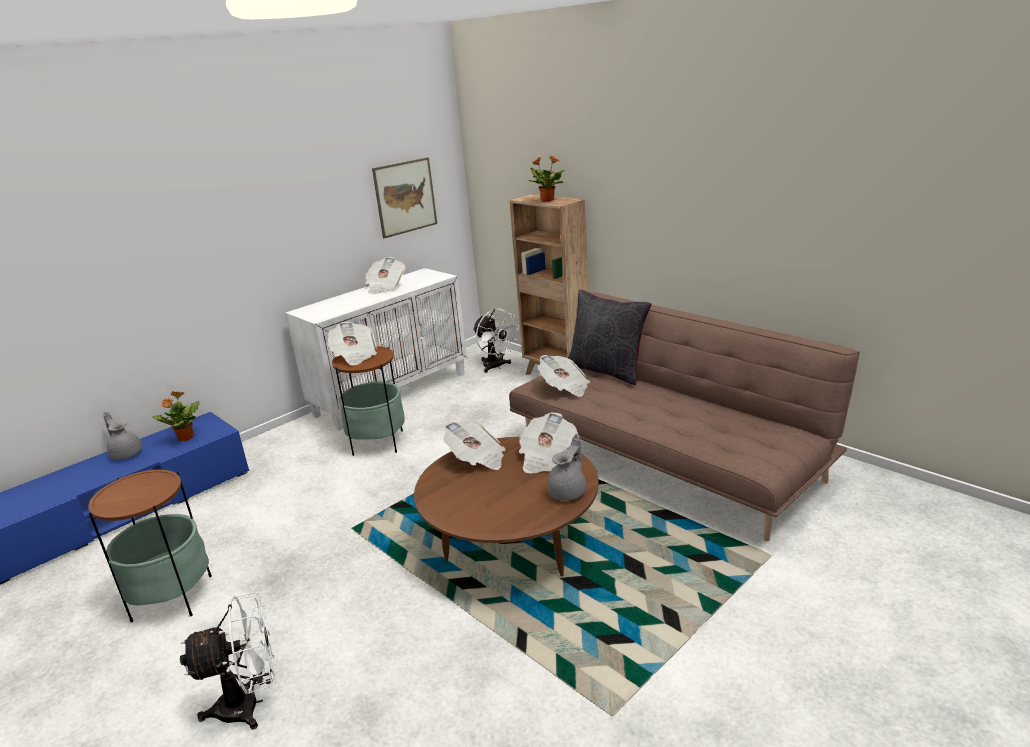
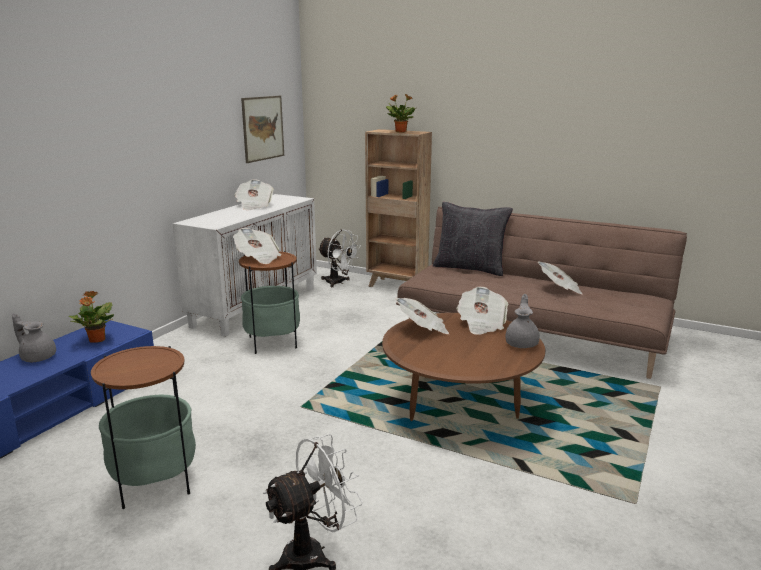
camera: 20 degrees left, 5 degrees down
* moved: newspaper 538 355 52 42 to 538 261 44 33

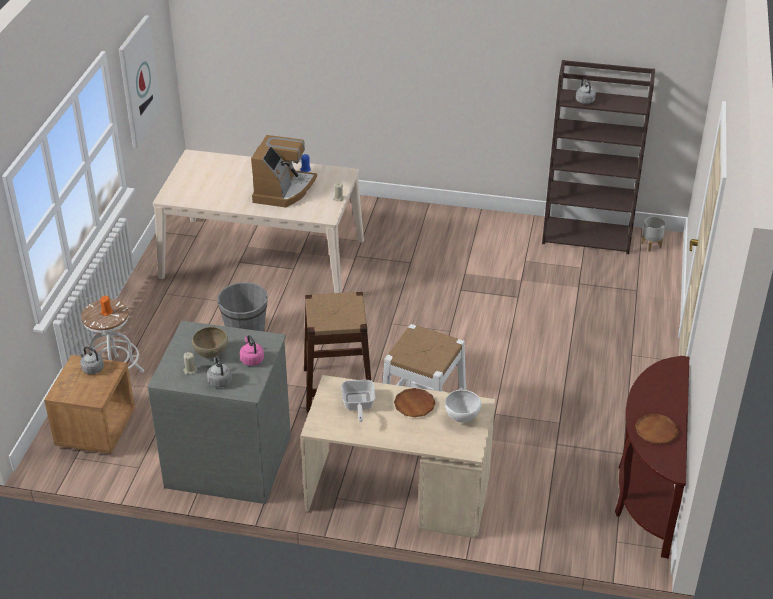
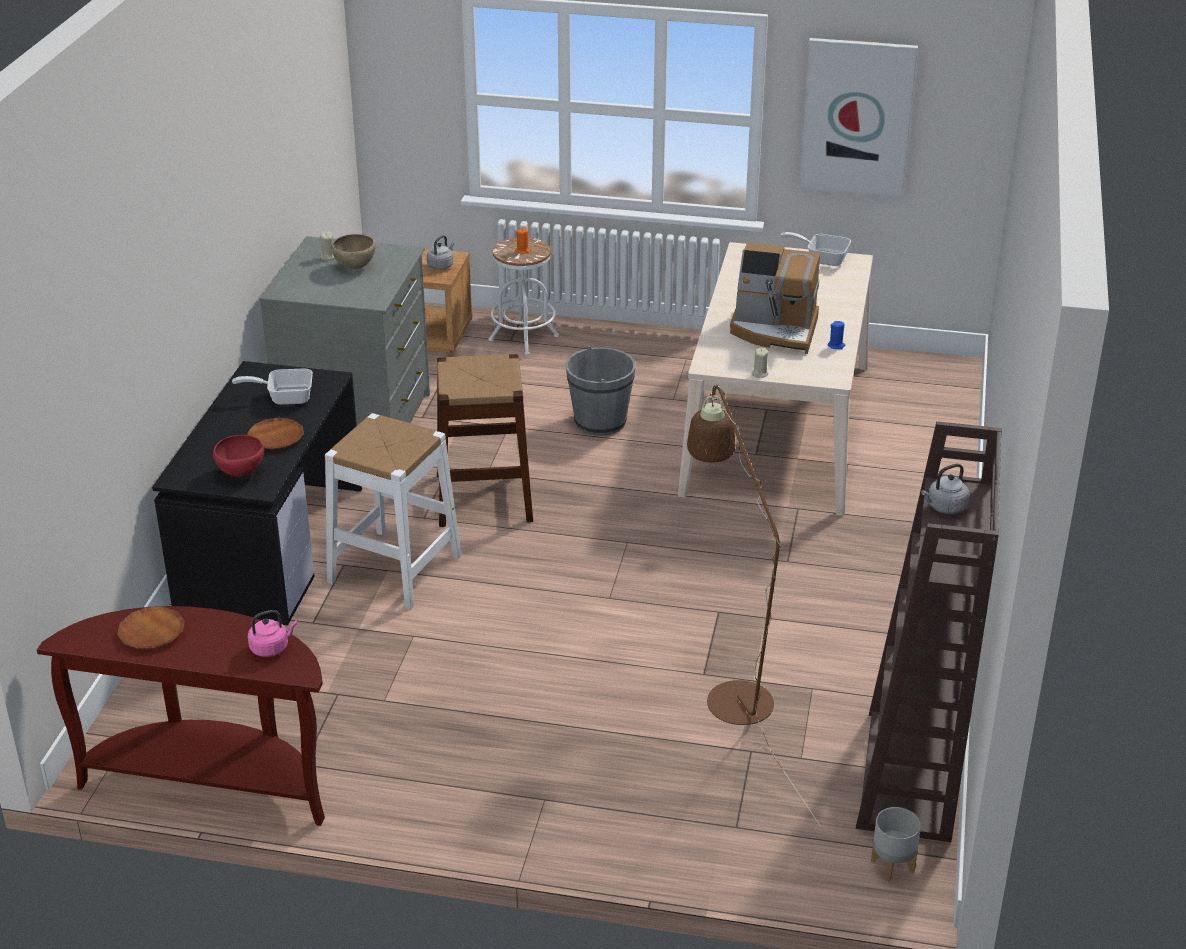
camera: 90 degrees right, 5 degrees down
* recoloured: desk in sand-coloured 300 375 195 164 to desk in black-coloured 152 361 210 264
* recoloured: deep dish in white 445 390 36 32 to deep dish in reddish 213 435 51 42
* moved: tea kettle in pink-coloured 240 335 24 31 to 248 610 50 47
* added: standard lamp in brown 687 385 134 442
* added: skillet 780 232 71 34
* removed: tea kettle in grey 207 356 25 32

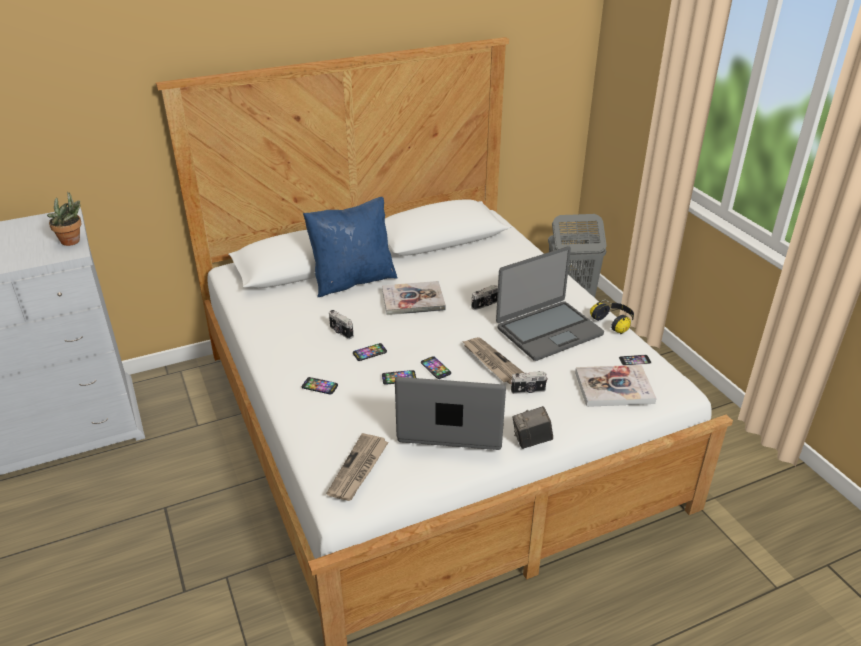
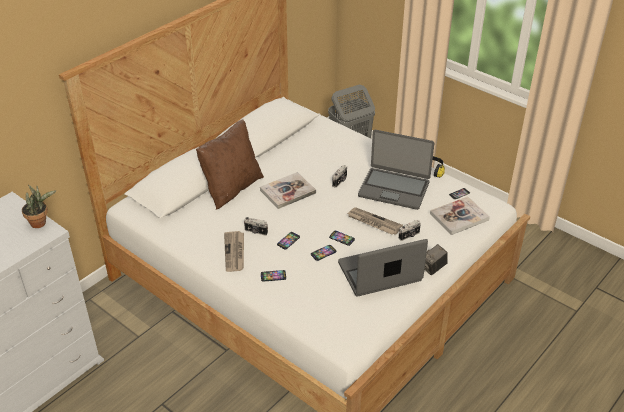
camera: 25 degrees left, 5 degrees up
* recoloured: cushion in blue-coloured 303 197 94 100 to cushion in brown 196 119 68 91
* moved: newspaper 326 433 63 68 to 224 231 20 41
* turned: laptop 496 246 108 115 = 358 130 76 80 75 degrees clockwise

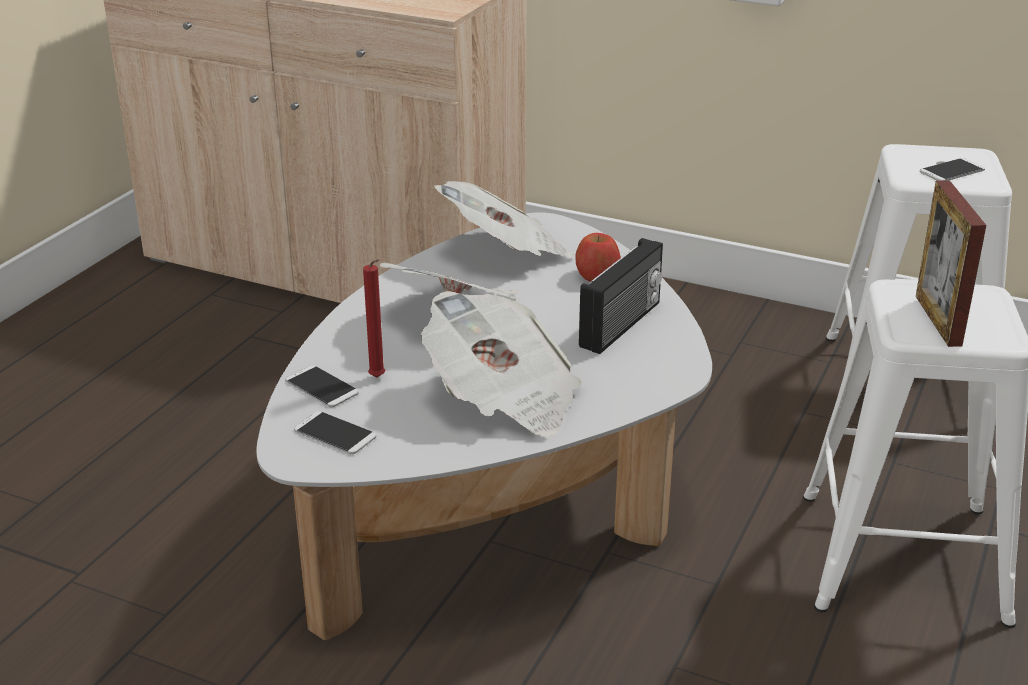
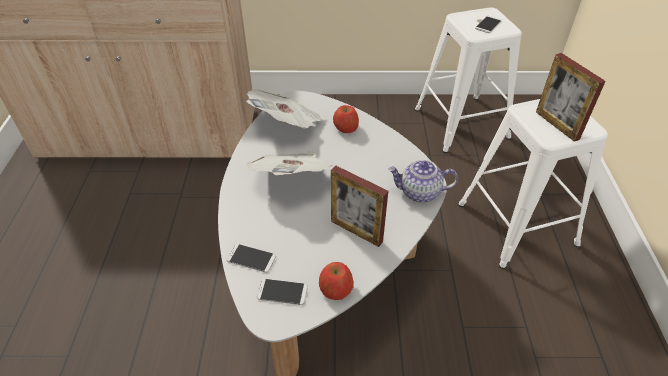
camera: 25 degrees left, 15 degrees up
* added: apple 319 262 35 38
* replaced: newspaper 421 291 161 146 to picture frame 331 166 57 81
* added: tea pot 388 160 70 43
* removed: candle in reddish 363 259 22 119
* removed: radio set 579 238 84 116

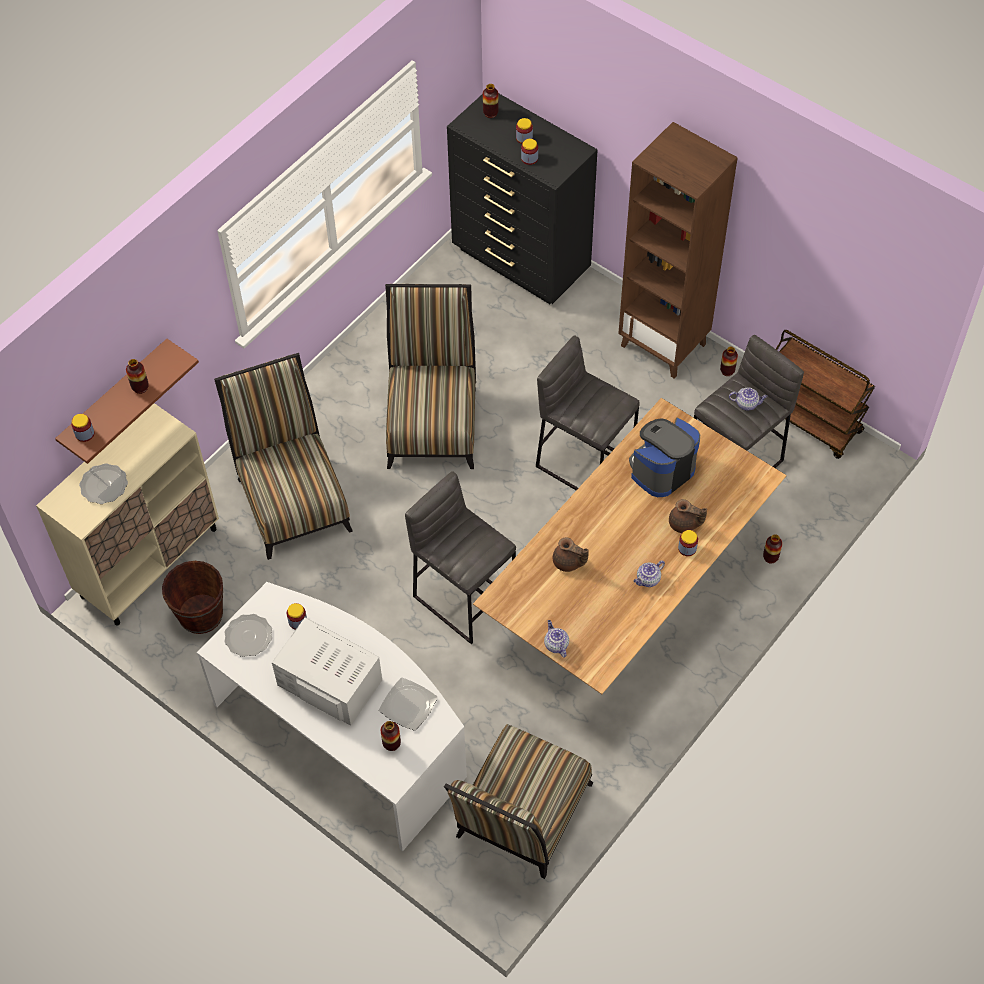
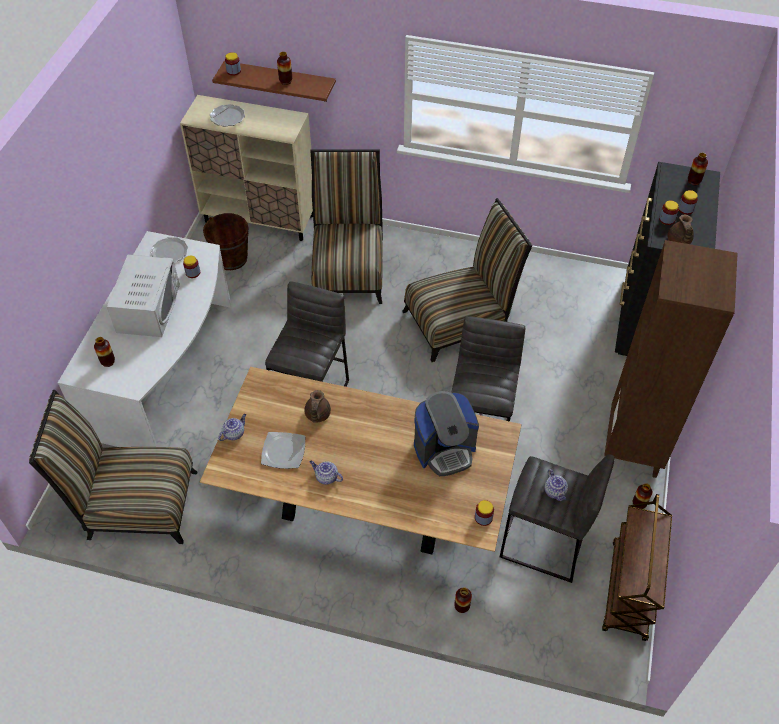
camera: 65 degrees right, 5 degrees down
* moved: flat dish 379 677 59 54 to 261 432 44 37
* turned: upright chair 214 353 139 207 = 310 150 73 154 45 degrees counterclockwise
* turned: coffee maker 629 418 71 79 = 414 391 65 85 135 degrees clockwise
* moved: preserve jar 678 530 20 26 to 475 500 19 26
* moved: tea pot in brown 669 499 38 34 to 667 215 27 29

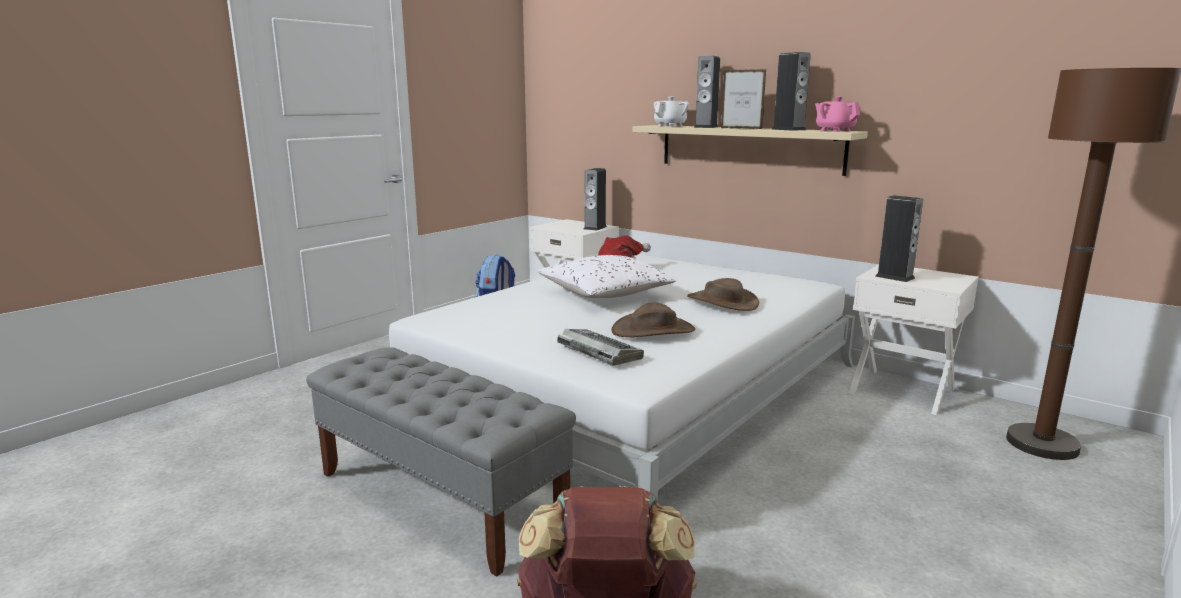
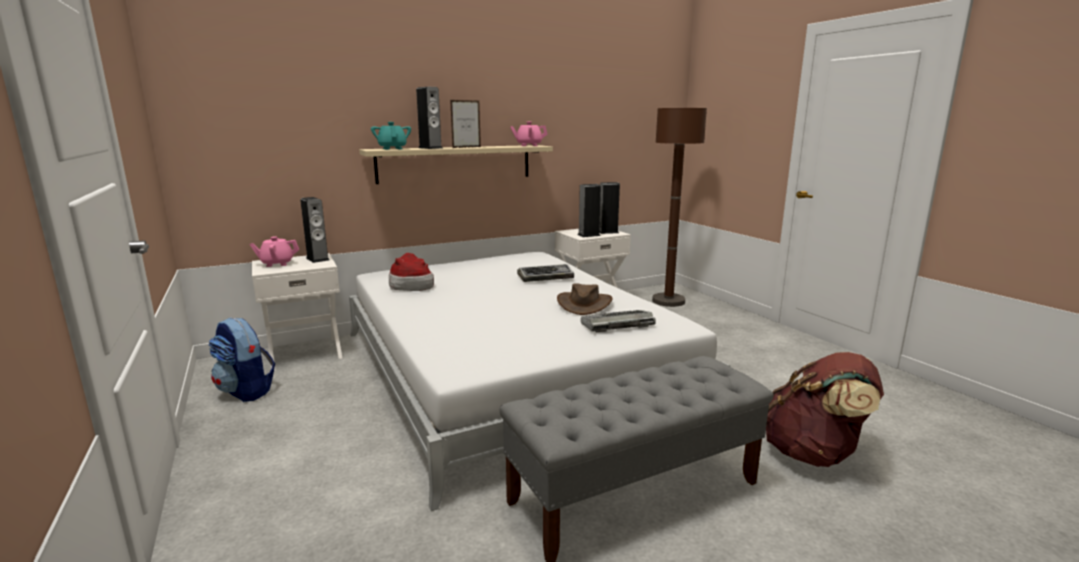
camera: 65 degrees left, 0 degrees up
* added: tea pot in pink-coloured 249 237 50 30
* recoloured: tea pot in white 654 96 35 31 to tea pot in blue-green 371 122 40 28
* replaced: clothing hat in brown 687 278 72 33 to computer keyboard 517 264 57 18
* moved: loudspeaker 772 52 39 79 to 599 182 21 52
* removed: cushion in white 538 255 138 43

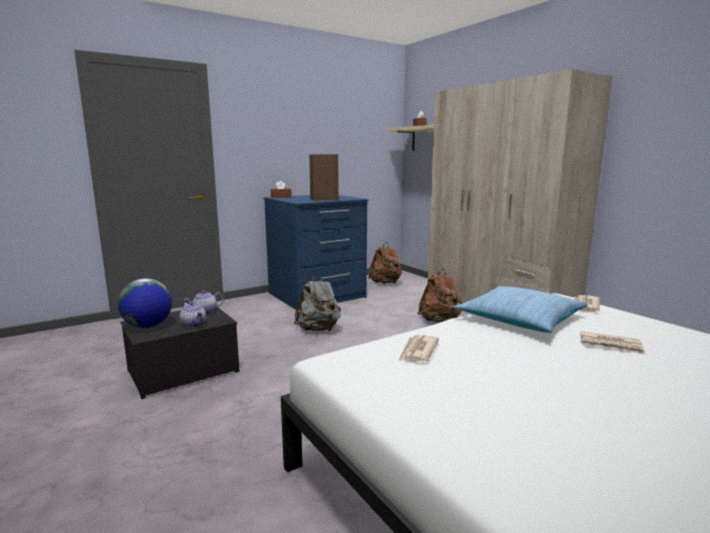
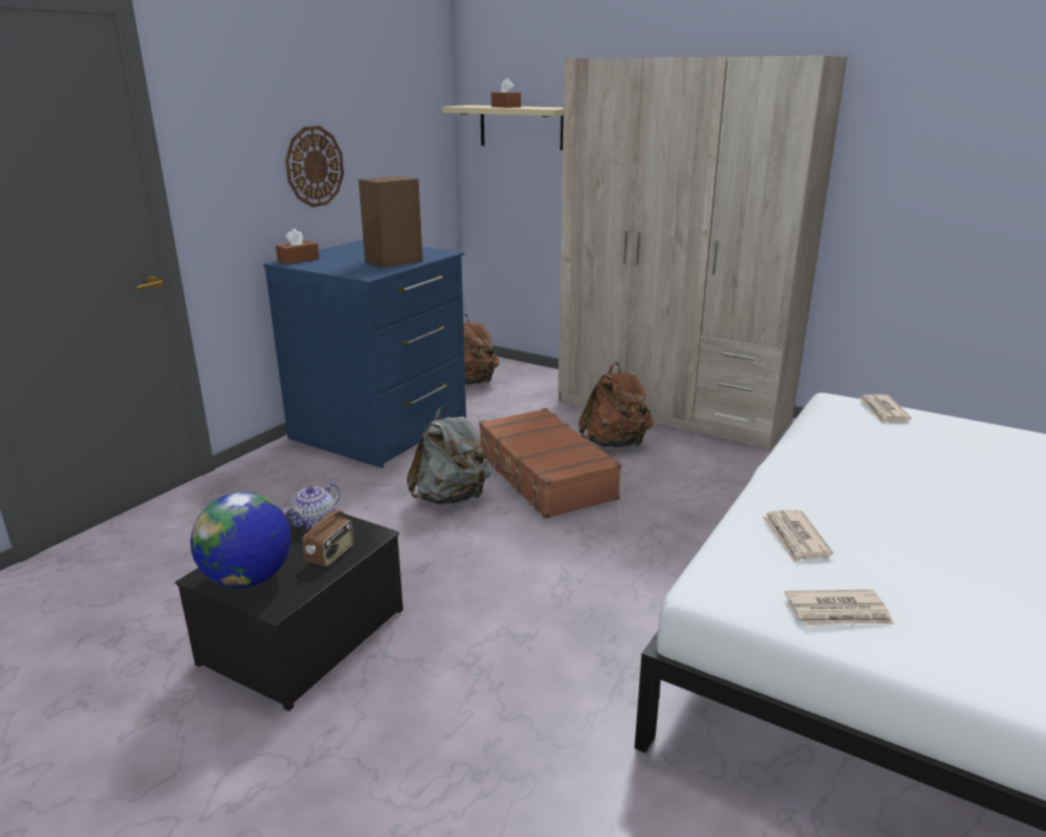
camera: 25 degrees left, 10 degrees up
* added: hanging clock 285 126 59 81
* replaced: tea pot 180 302 26 26 to radio set 302 498 52 69
* added: suitcase in brown 479 408 143 111
* moved: newspaper 580 331 66 24 to 785 590 109 36
* removed: cushion 454 286 133 47

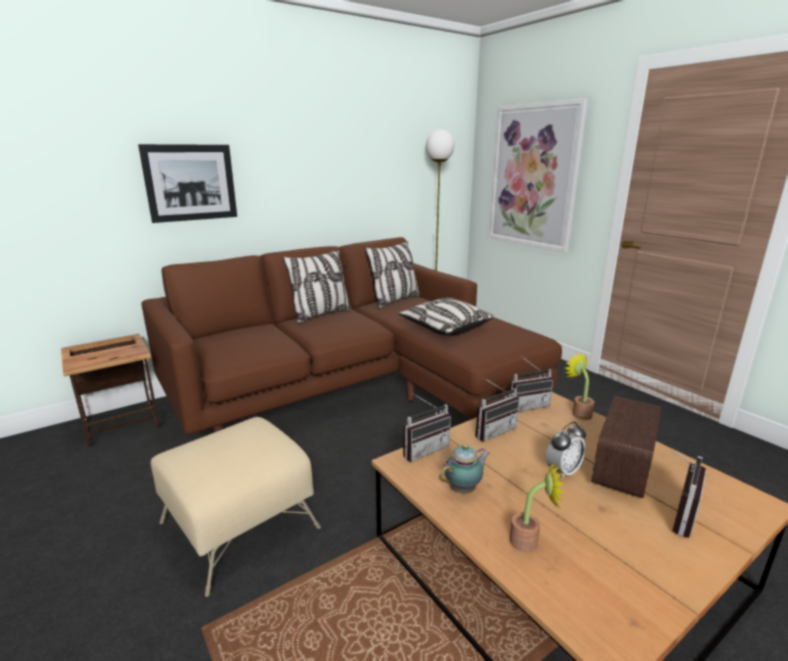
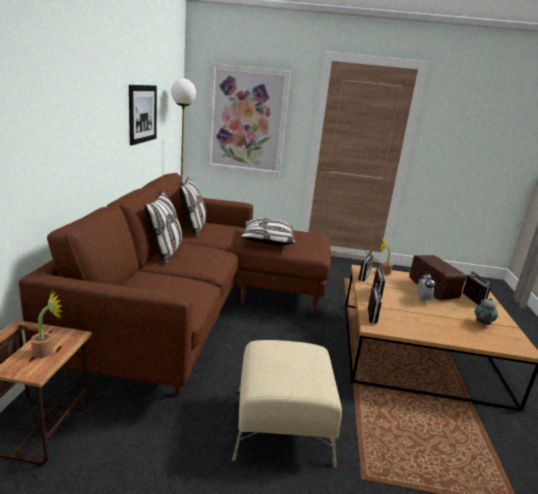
camera: 50 degrees left, 0 degrees up
* moved: potted plant 510 461 54 91 to 31 292 32 66
* moved: picture 138 144 99 79 to 129 85 28 60
* moved: tea pot 439 444 51 50 to 475 298 23 28

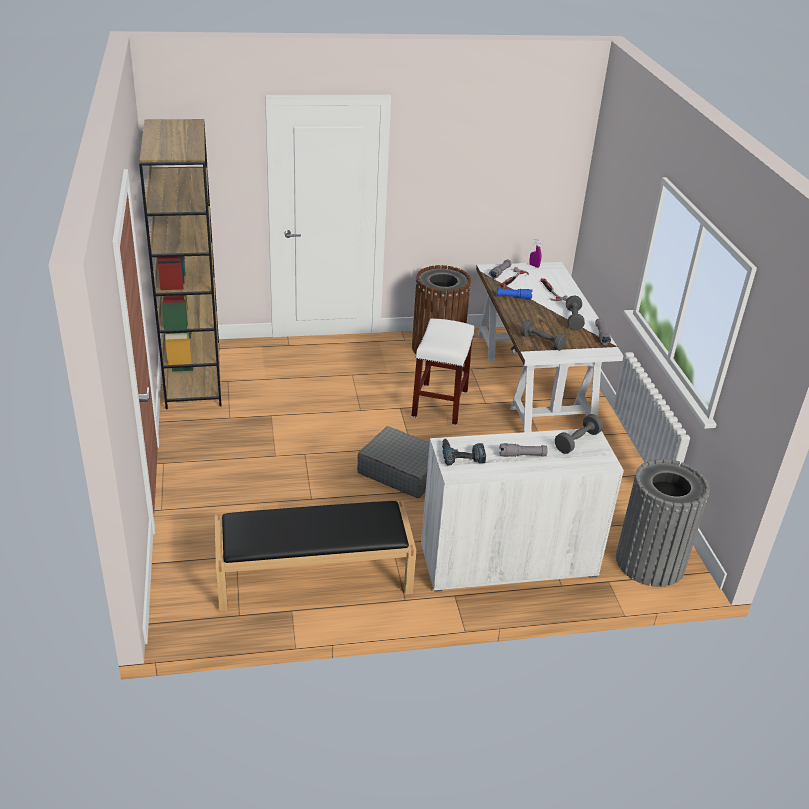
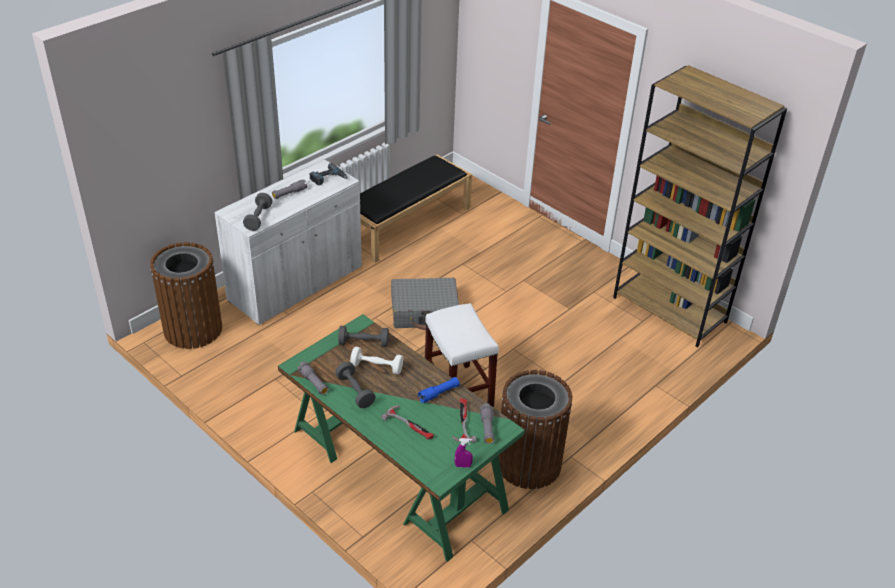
camera: 145 degrees right, 5 degrees up
* recoloured: trash can in grey 616 459 94 128 to trash can in brown 150 242 72 107
* recoloured: desk in white 476 262 147 170 to desk in greenish 278 314 247 248
* added: hand weight in white 350 347 53 28

